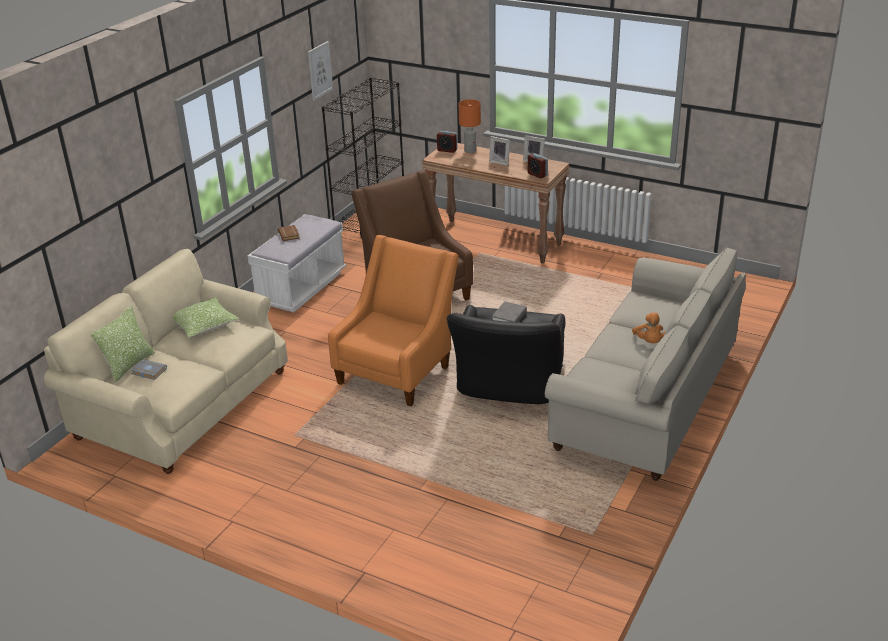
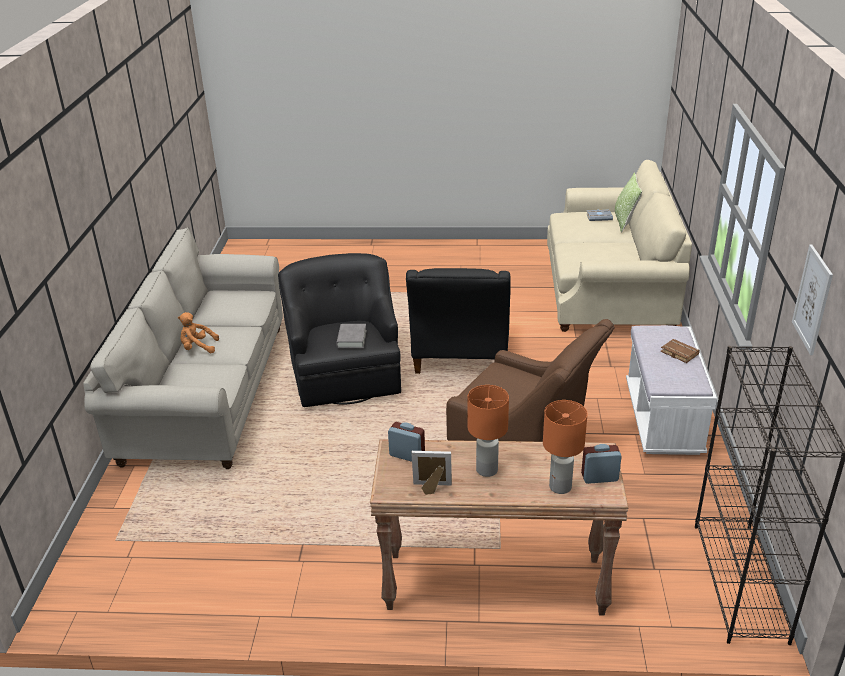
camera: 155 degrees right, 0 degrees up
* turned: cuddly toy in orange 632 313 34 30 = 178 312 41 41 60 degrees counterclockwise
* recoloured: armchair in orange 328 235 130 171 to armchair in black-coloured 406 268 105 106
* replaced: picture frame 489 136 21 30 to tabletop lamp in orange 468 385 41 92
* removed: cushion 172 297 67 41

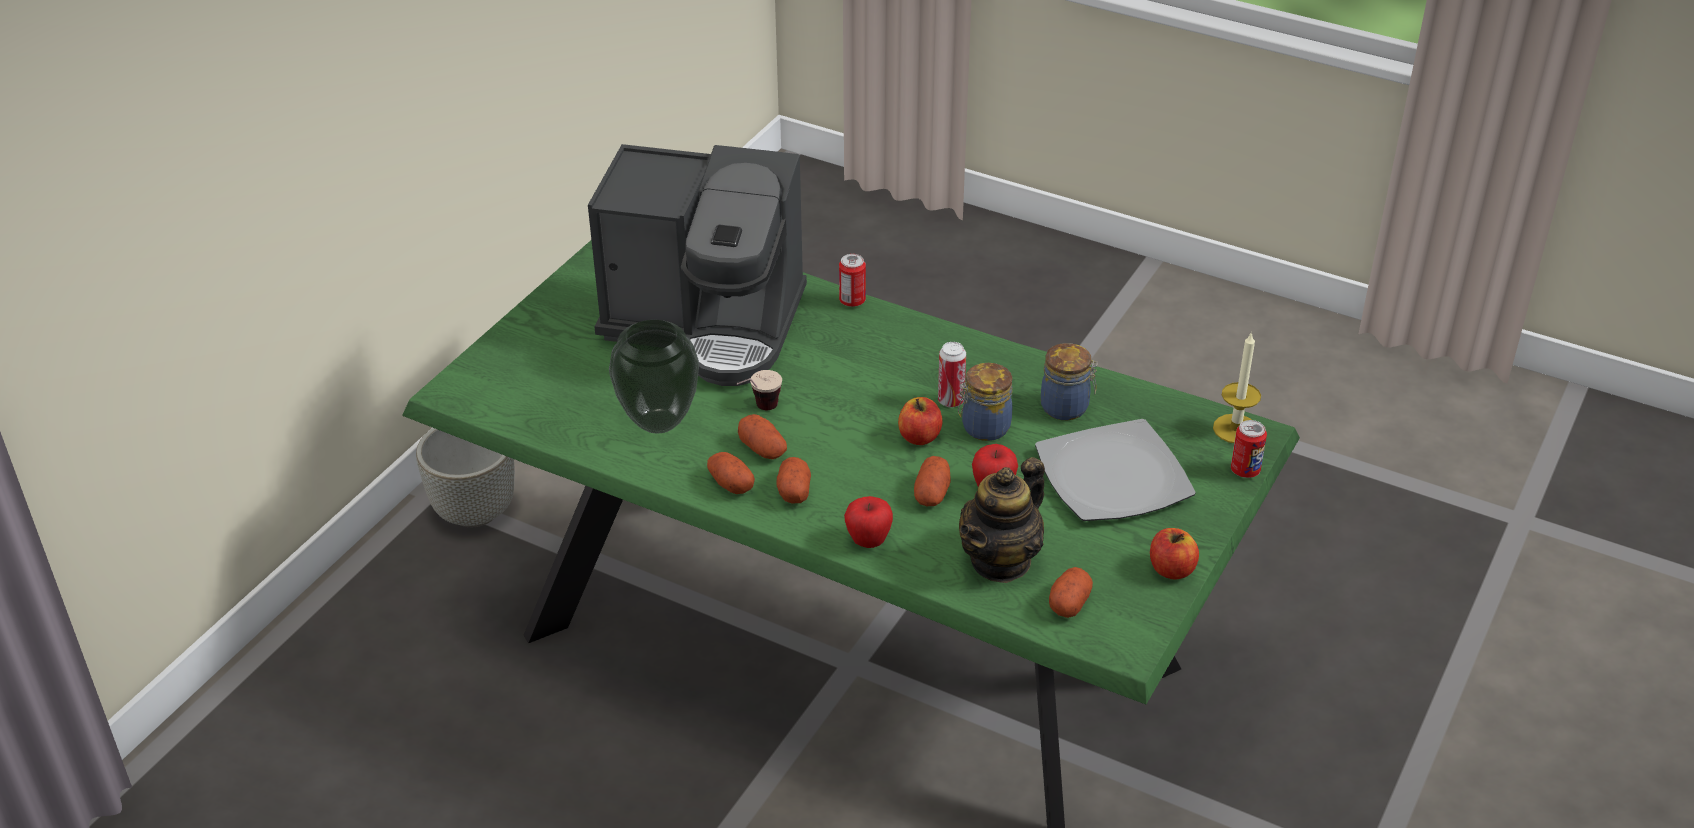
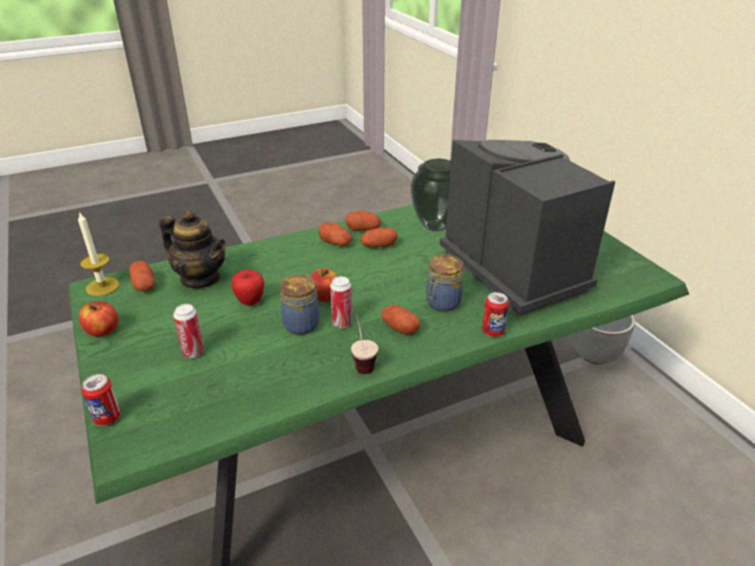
camera: 125 degrees right, 5 degrees down
* moved: candle 1213 331 48 112 to 78 211 41 85
* turned: tea pot 959 457 86 126 = 159 210 67 78 135 degrees clockwise
* replaced: flat dish 1035 419 161 102 to can 173 304 31 54
* moved: drinking cup 737 370 45 40 to 351 312 27 62
* moved: potato 914 456 37 50 to 381 305 39 30
* moved: preserve jar 1041 343 57 77 to 426 254 38 58
* turned: coffee maker 588 144 219 242 = 440 140 175 176 105 degrees clockwise
* removed: apple 844 496 49 52

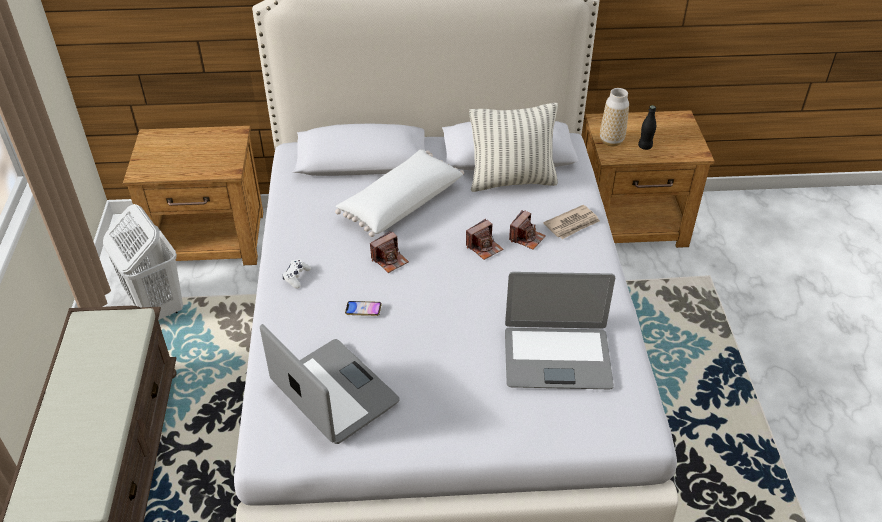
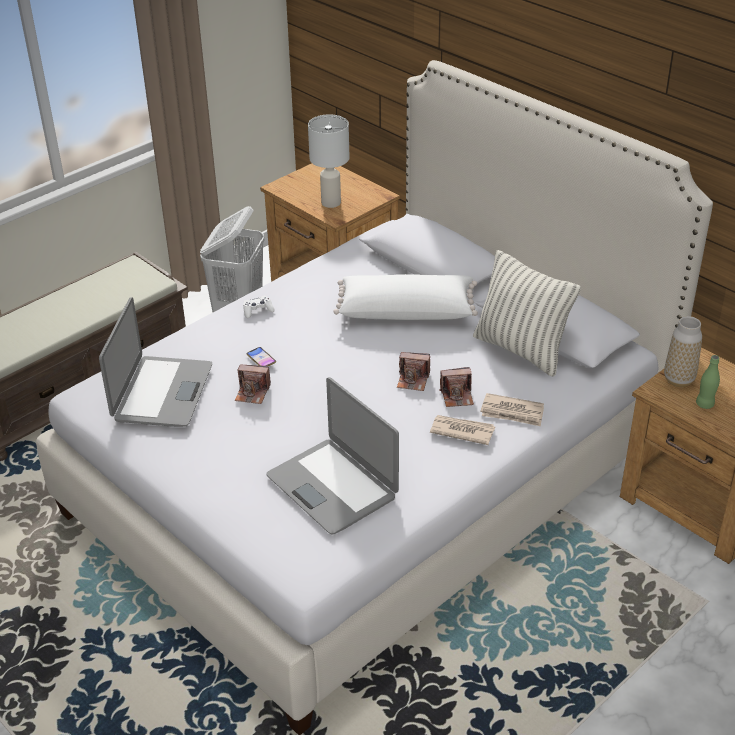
camera: 50 degrees right, 5 degrees down
* moved: still camera 370 231 39 42 to 235 365 36 39
* added: tabletop lamp in white 308 114 42 94
* added: newspaper 430 415 65 30
* recoloured: bottle in black-coloured 638 105 18 45 to bottle in greenish 696 355 24 54

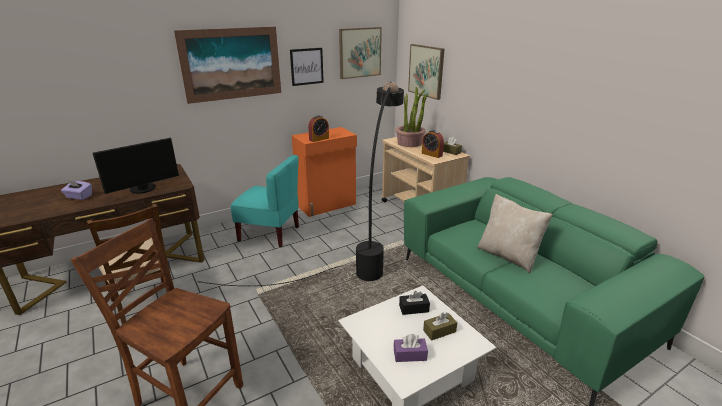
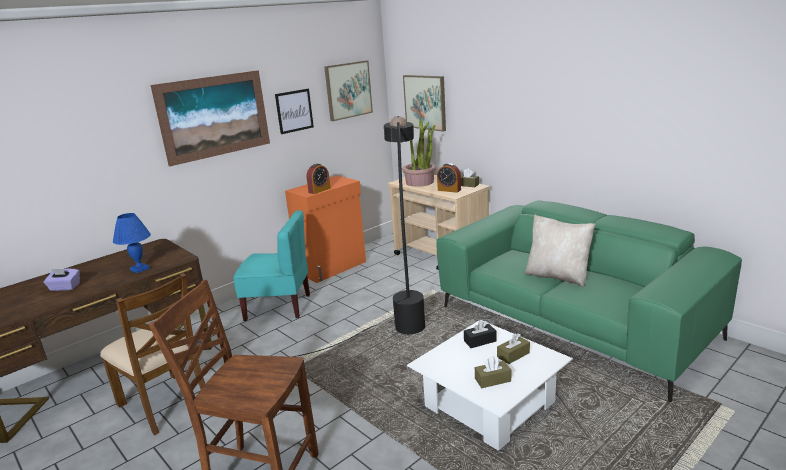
camera: 10 degrees left, 5 degrees down
* replaced: computer display 93 138 86 56 to tabletop lamp in blue-coloured 113 213 38 60
* recoloured: tissue holder in purplish 394 334 34 28 to tissue holder in brown 475 356 36 32

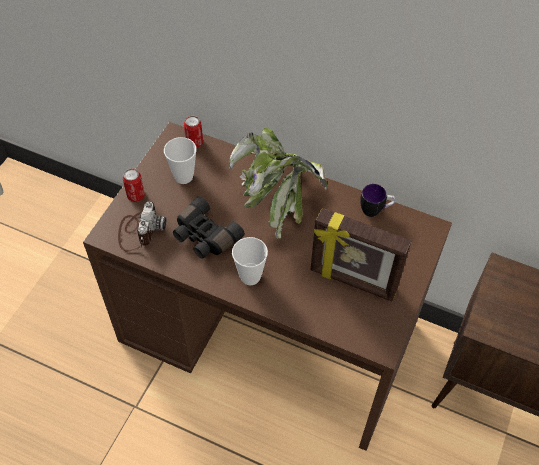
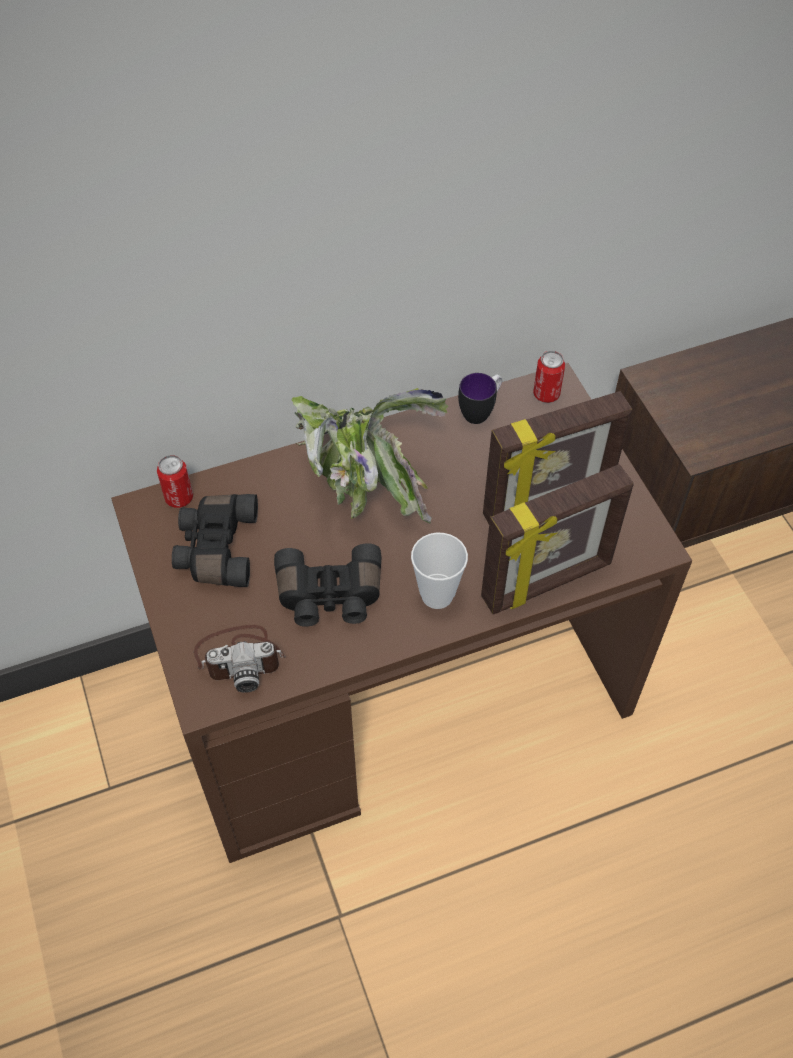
camera: 45 degrees left, 0 degrees up
* replaced: drinking cup 164 137 33 47 to pair of binoculars in black-coloured 172 494 86 93
* turned: still camera 118 201 49 51 = 194 625 92 68 120 degrees clockwise
* added: picture frame 481 464 153 151
* moved: can 123 168 22 34 to 533 351 32 52

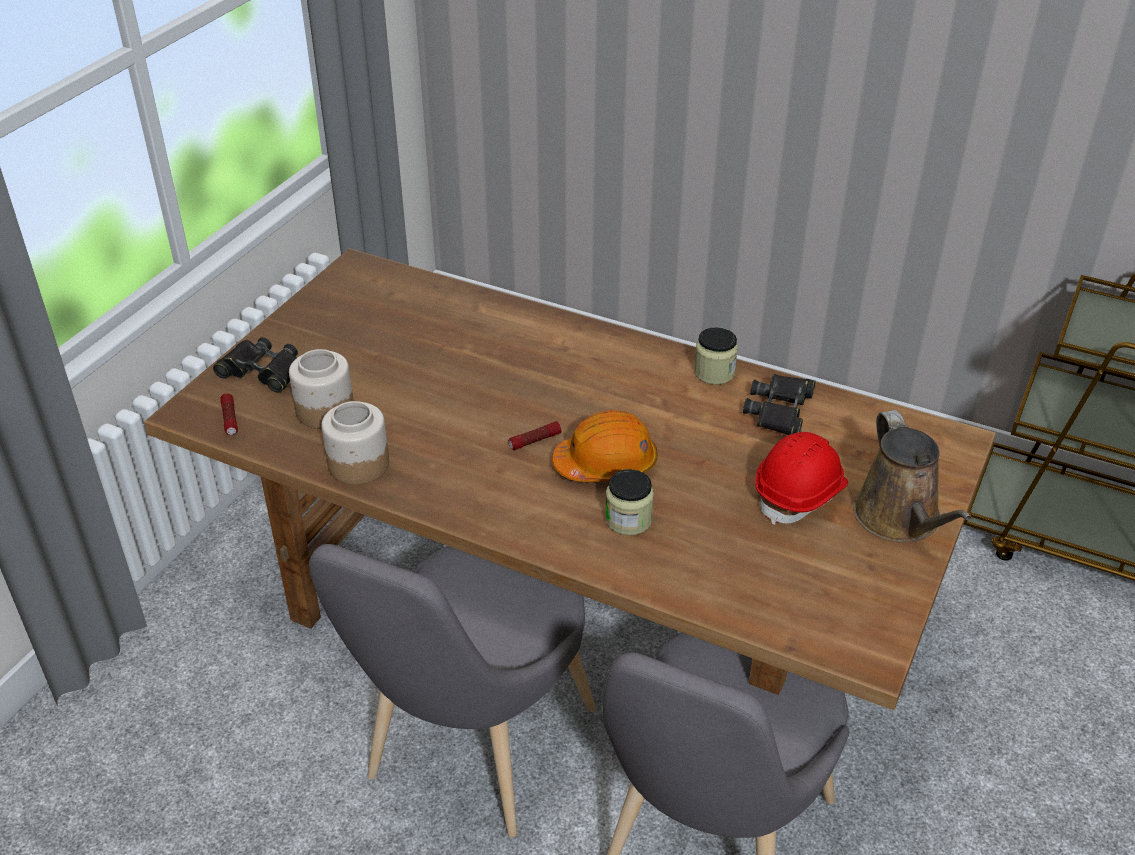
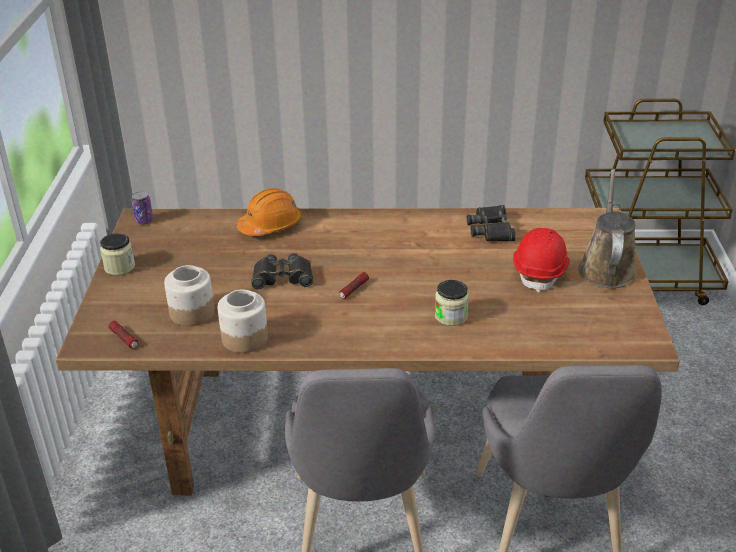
camera: 25 degrees left, 5 degrees down
* moved: preserve jar 694 327 44 58 to 100 233 35 42
* added: can 132 191 21 33
* moved: hard hat in orange 552 410 106 72 to 237 188 65 48
* moved: pair of binoculars in black-coloured 213 337 85 56 to 251 253 62 36
* turned: watering pot in brown 853 410 119 133 = 578 169 59 119 135 degrees counterclockwise

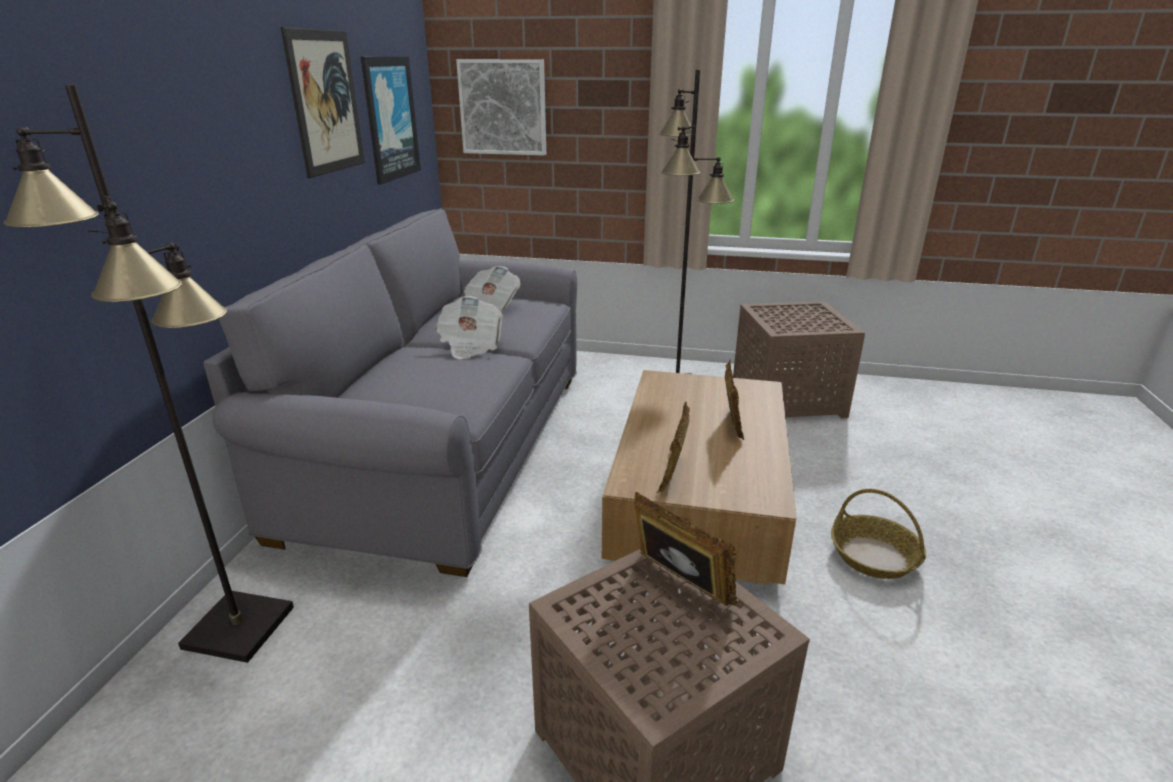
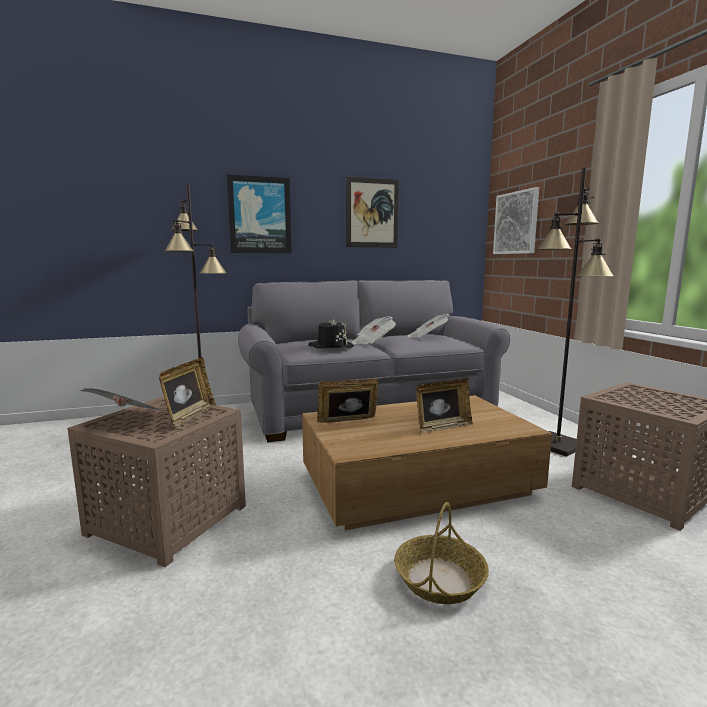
camera: 60 degrees right, 15 degrees down
* added: newspaper 80 388 82 22
* moved: picture 361 57 60 128 to 227 175 65 78
* added: clothing hat in black-coloured 308 319 46 30

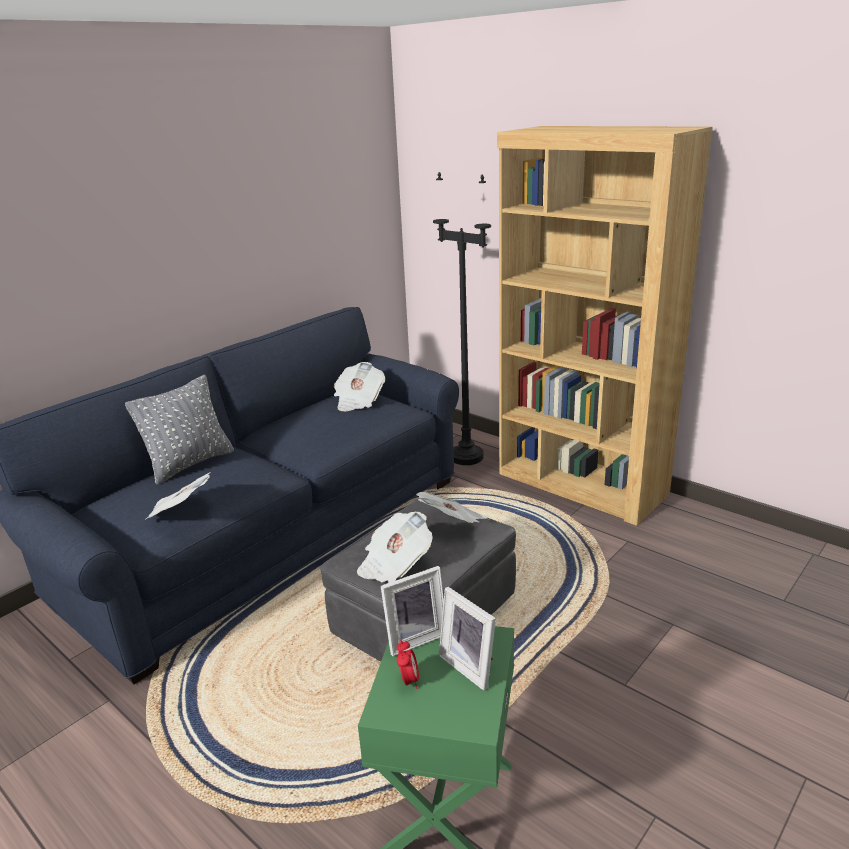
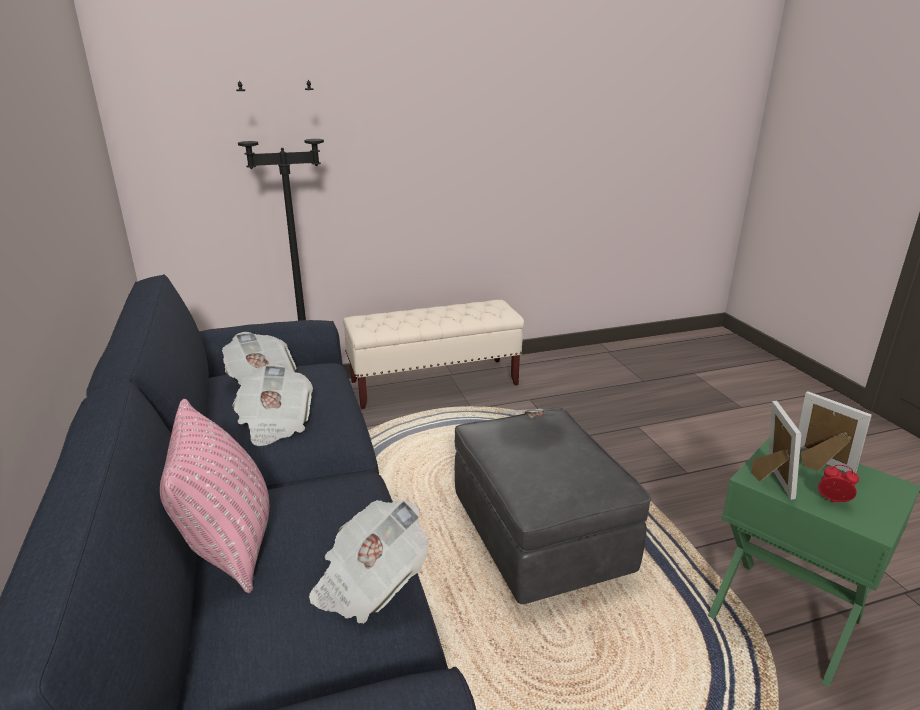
camera: 60 degrees left, 0 degrees up
* recoloured: cushion in grey 125 375 109 110 to cushion in pink-coloured 160 399 109 194
* moved: newspaper 357 512 75 71 to 233 364 80 82
* replaced: bookshelf in brown 497 126 215 400 to bench in sand-coloured 343 300 181 109
* turned: picture frame 439 587 57 104 = 799 391 73 82 120 degrees counterclockwise

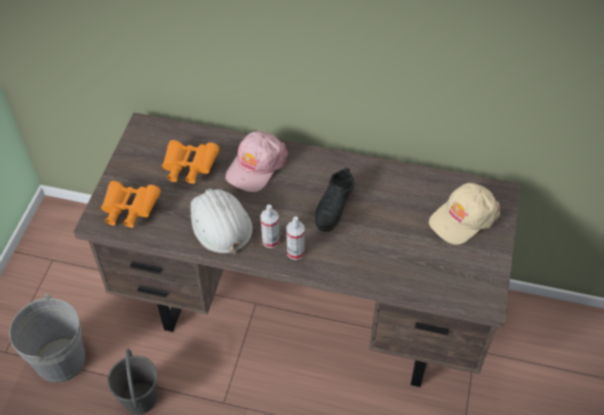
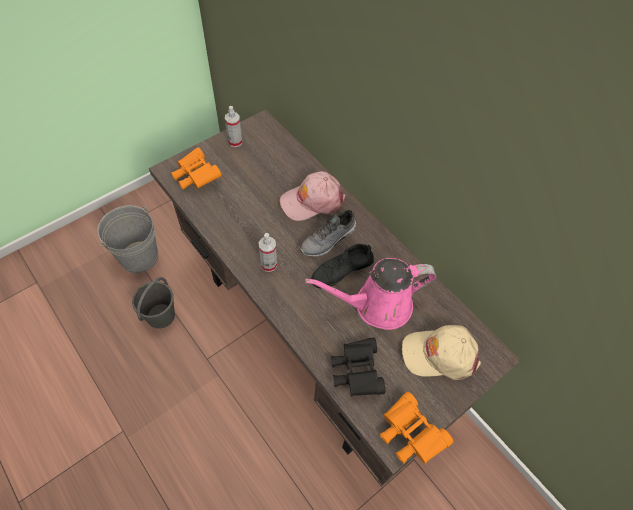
camera: 35 degrees right, 5 degrees up
* moved: hand sprayer 287 216 18 44 to 225 106 17 41
* added: low shoe in grey 299 210 57 47
* added: watering pot in pink-coloured 305 258 132 72
* added: pair of binoculars in black-coloured 331 338 54 58
* moved: pair of binoculars in orange 162 140 57 44 to 380 392 73 72
* removed: hard hat in white 190 189 63 66

